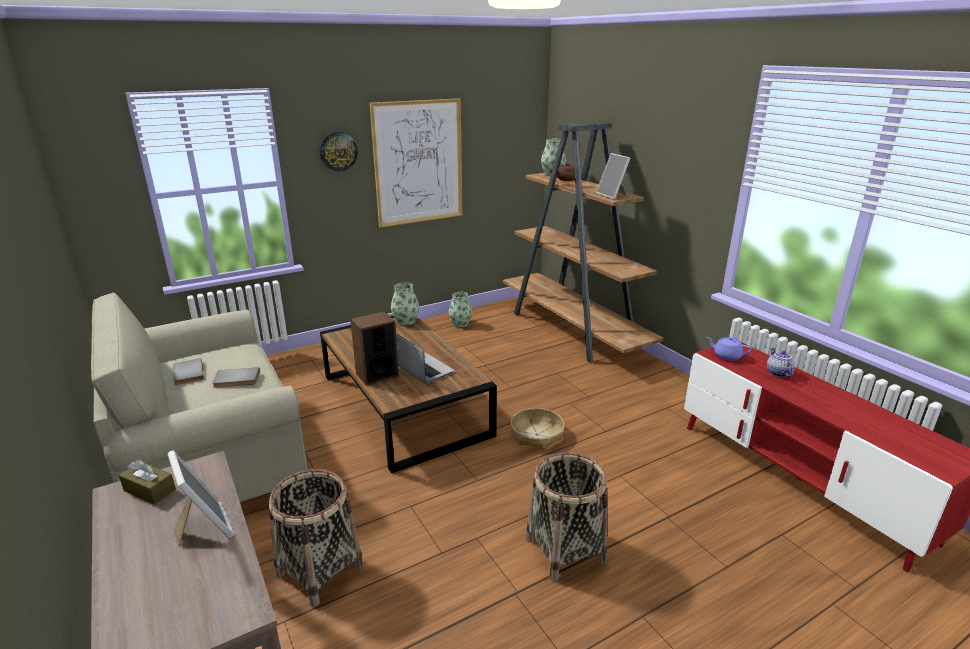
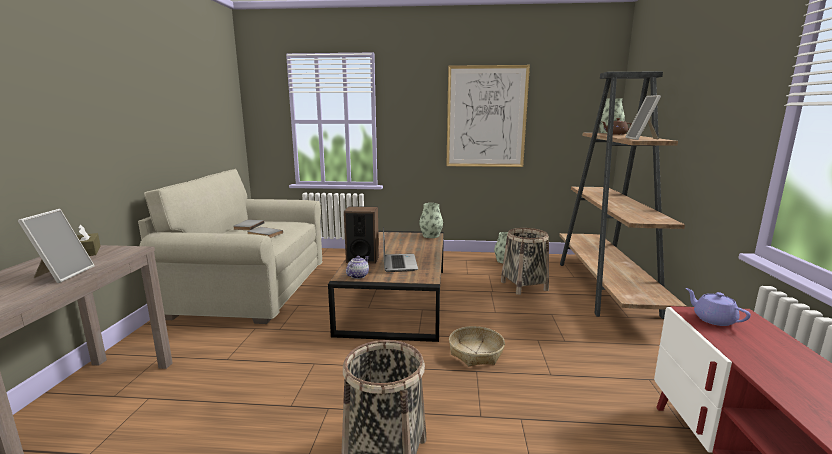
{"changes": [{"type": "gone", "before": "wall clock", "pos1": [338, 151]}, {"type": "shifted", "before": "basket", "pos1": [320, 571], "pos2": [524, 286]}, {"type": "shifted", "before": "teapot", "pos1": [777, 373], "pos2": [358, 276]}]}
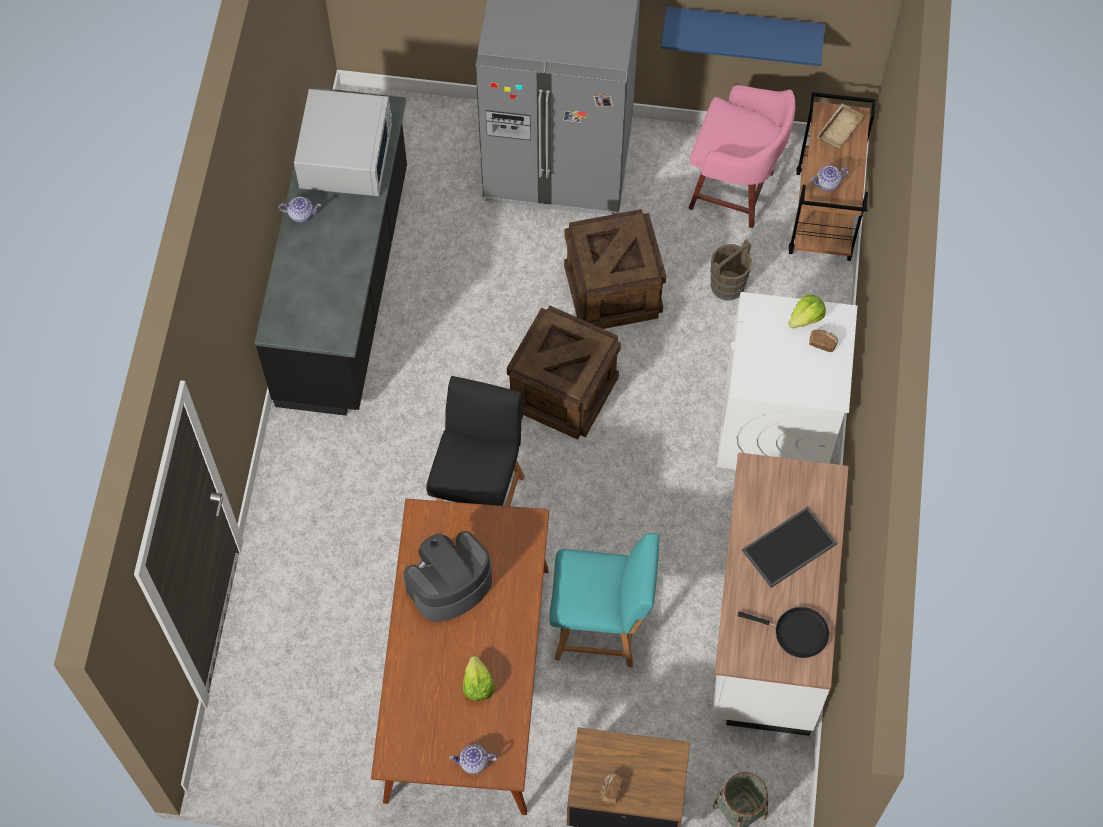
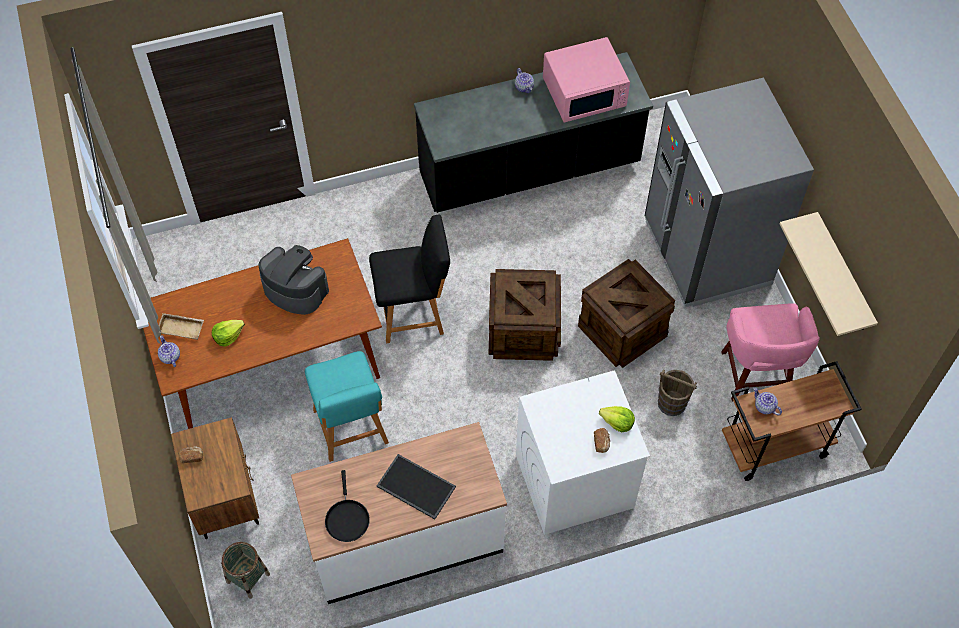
{"changes": [{"type": "shifted", "before": "beige tray", "pos1": [838, 128], "pos2": [182, 327]}, {"type": "repainted", "before": "white microwave", "after": "pink microwave", "pos1": [346, 155], "pos2": [585, 92]}, {"type": "repainted", "before": "blue shelf", "after": "beige shelf", "pos1": [743, 26], "pos2": [843, 275]}]}
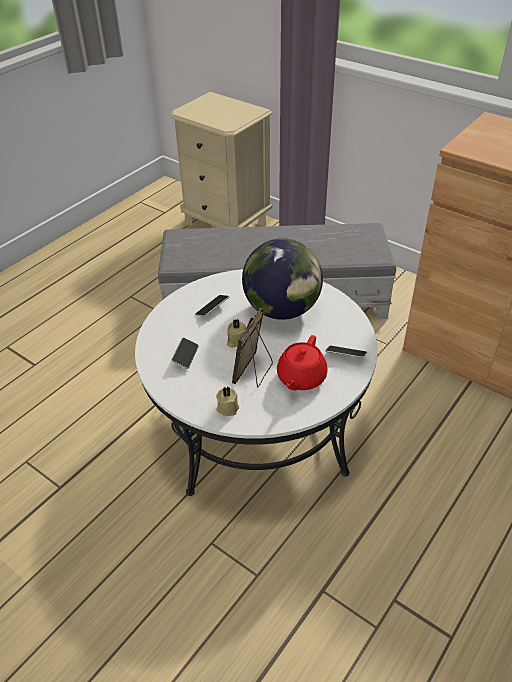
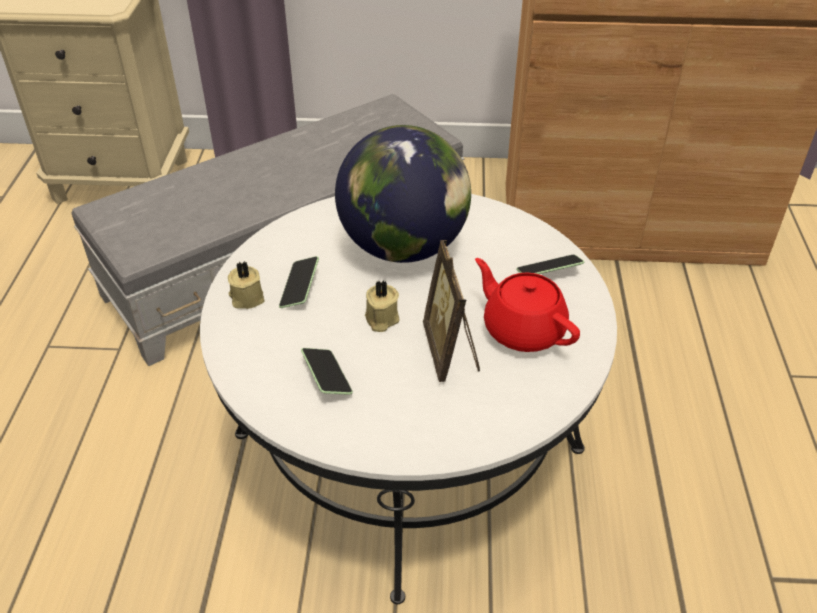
{"changes": [{"type": "shifted", "before": "beige candle", "pos1": [227, 407], "pos2": [246, 298]}, {"type": "rotated", "before": "red teapot", "pos1": [300, 378], "pos2": [522, 329], "turn": 150}]}
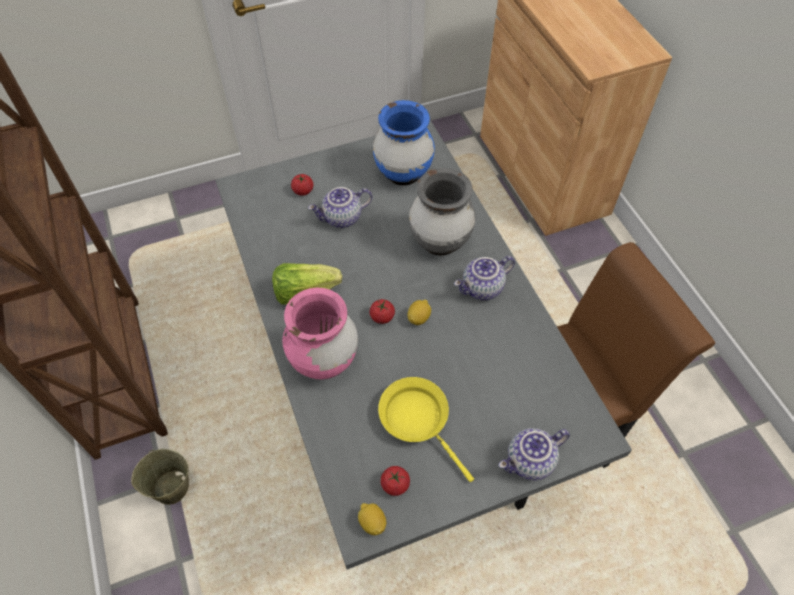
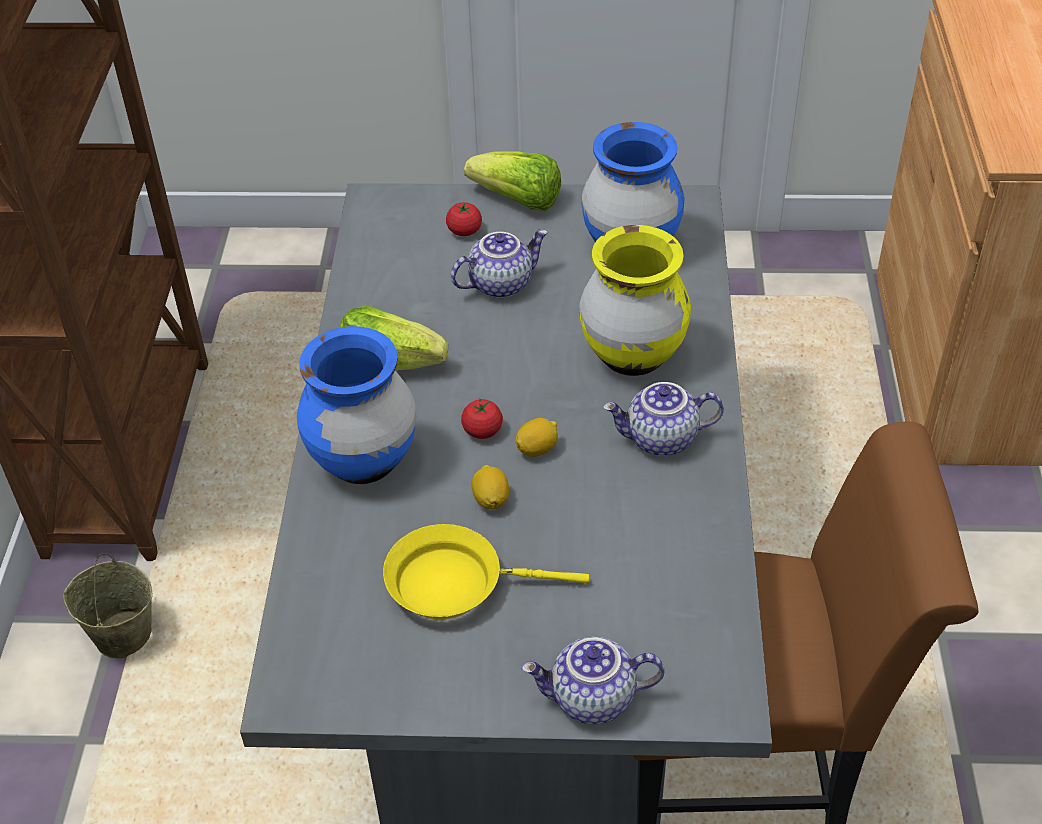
{"changes": [{"type": "gone", "before": "tomato", "pos1": [395, 484]}, {"type": "new", "after": "lettuce", "pos2": [517, 200]}, {"type": "shifted", "before": "lemon", "pos1": [372, 522], "pos2": [491, 499]}, {"type": "repainted", "before": "pink vase", "after": "blue vase", "pos1": [324, 361], "pos2": [363, 461]}, {"type": "repainted", "before": "grey vase", "after": "yellow vase", "pos1": [439, 241], "pos2": [632, 356]}, {"type": "rotated", "before": "teapot", "pos1": [342, 218], "pos2": [500, 283], "turn": 150}, {"type": "rotated", "before": "yellow frying pan", "pos1": [418, 419], "pos2": [455, 583], "turn": -75}]}
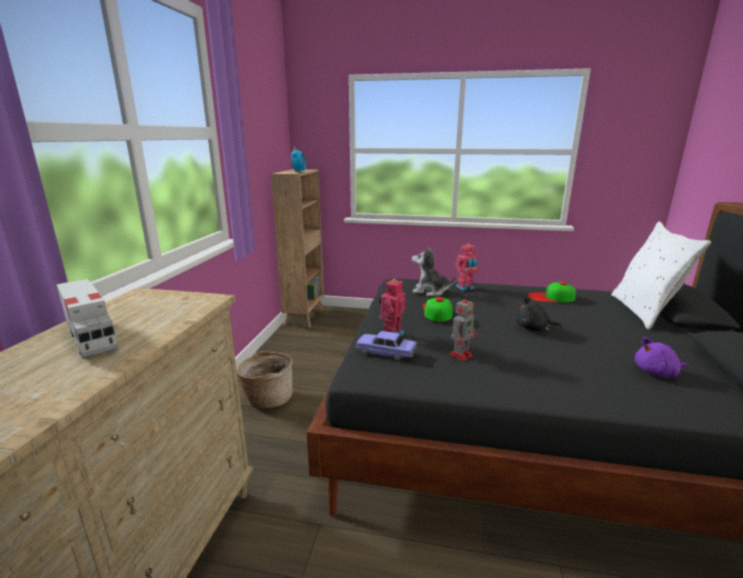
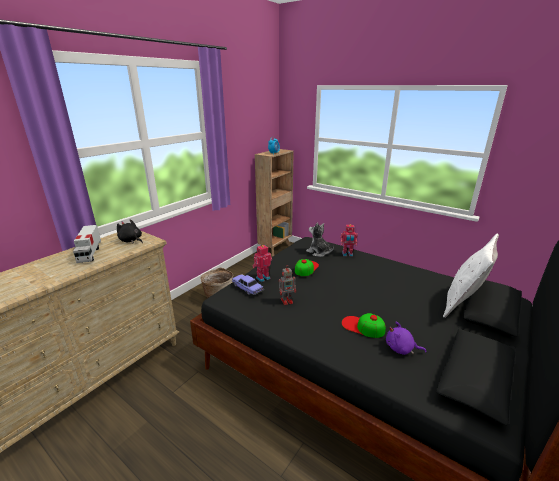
{"changes": [{"type": "shifted", "before": "black plush toy", "pos1": [533, 328], "pos2": [131, 240]}, {"type": "shifted", "before": "cap", "pos1": [551, 297], "pos2": [363, 327]}]}
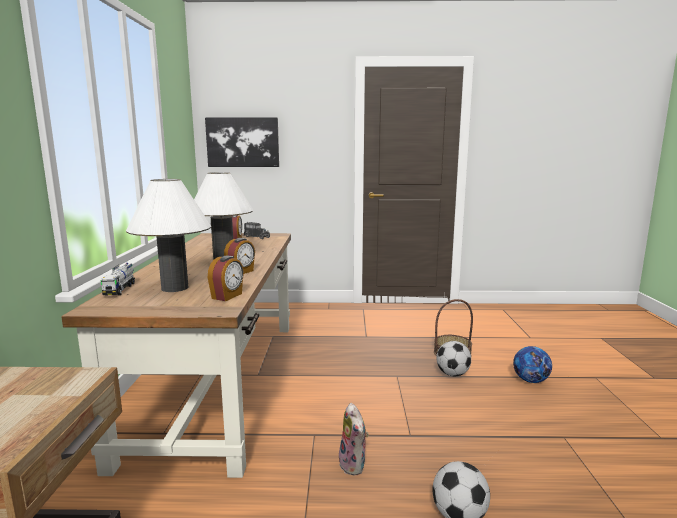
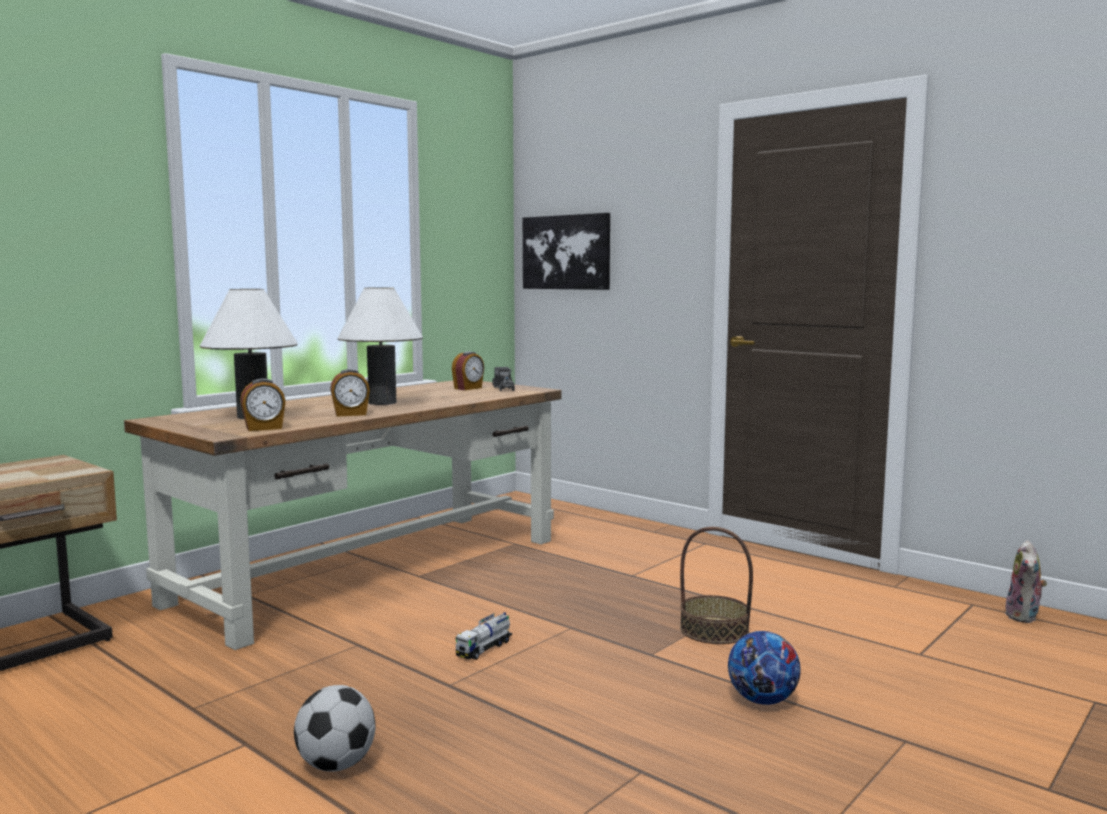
{"changes": [{"type": "gone", "before": "football", "pos1": [452, 374]}, {"type": "shifted", "before": "toy truck", "pos1": [120, 289], "pos2": [484, 648]}, {"type": "shifted", "before": "plush toy", "pos1": [354, 465], "pos2": [1024, 617]}]}
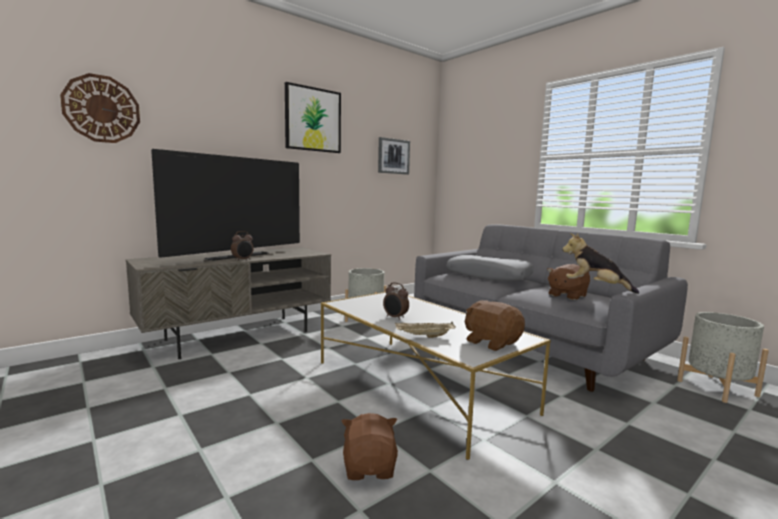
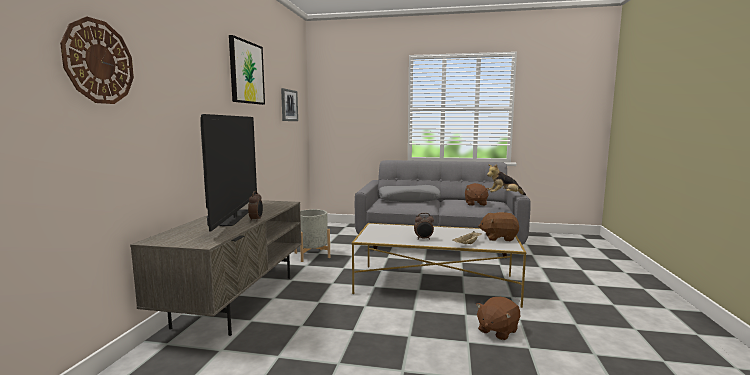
{"changes": [{"type": "gone", "before": "grey planter", "pos1": [717, 388]}, {"type": "rotated", "before": "brown plush toy", "pos1": [370, 467], "pos2": [497, 330], "turn": -90}]}
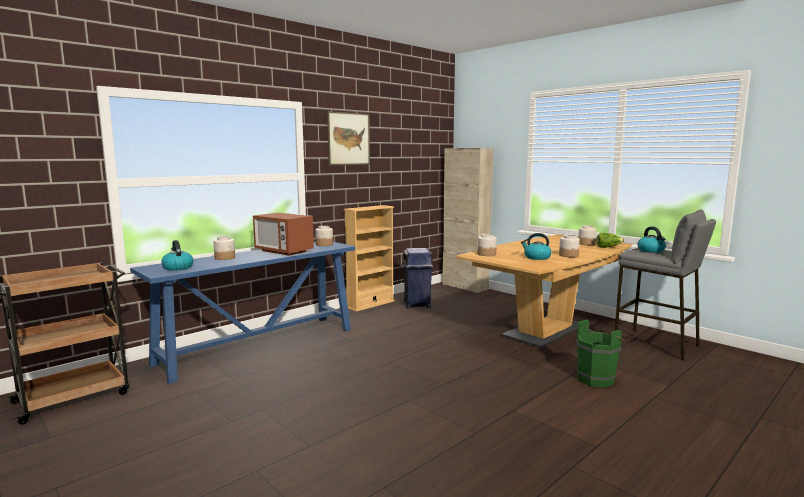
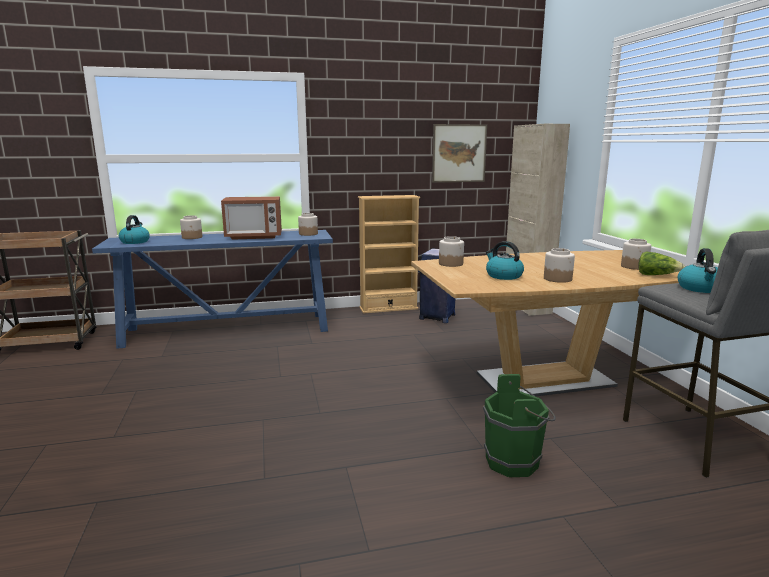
{"changes": [{"type": "shifted", "before": "picture", "pos1": [348, 139], "pos2": [459, 153]}, {"type": "rotated", "before": "microwave", "pos1": [283, 251], "pos2": [254, 237], "turn": -75}]}
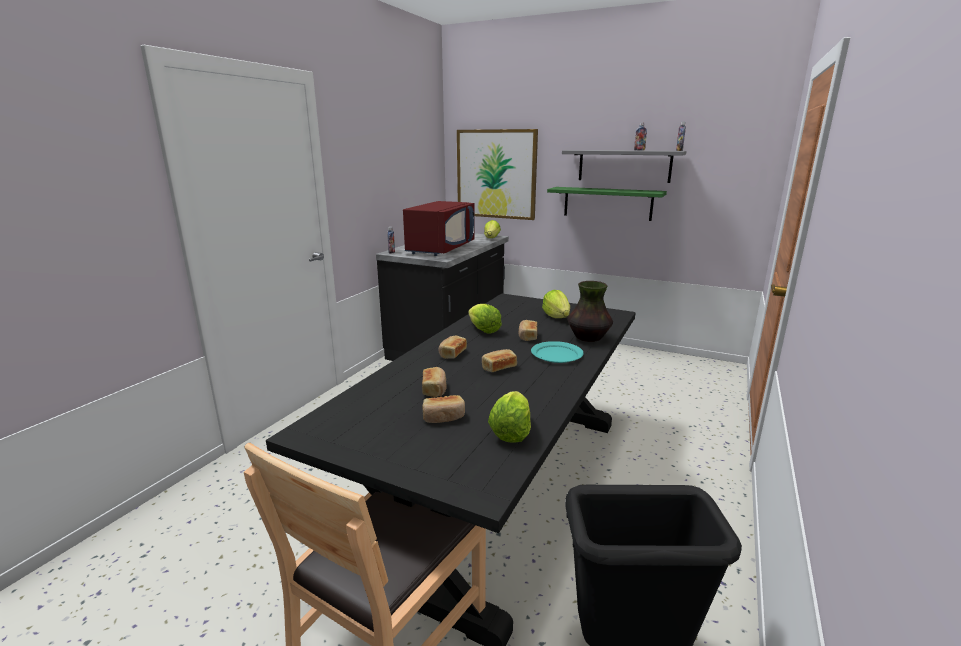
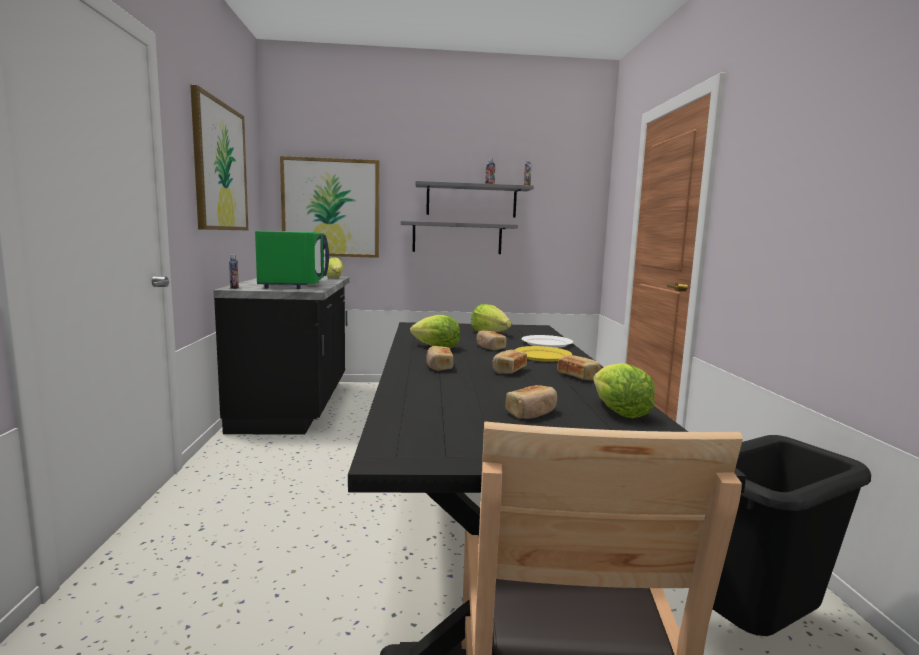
{"changes": [{"type": "new", "after": "picture", "pos2": [220, 167]}, {"type": "shifted", "before": "bread", "pos1": [434, 389], "pos2": [578, 376]}, {"type": "swapped", "before": "vase", "after": "white plate", "pos1": [588, 338], "pos2": [546, 343]}, {"type": "repainted", "before": "red microwave", "after": "green microwave", "pos1": [441, 249], "pos2": [293, 284]}, {"type": "repainted", "before": "turquoise plate", "after": "yellow plate", "pos1": [556, 354], "pos2": [542, 356]}, {"type": "repainted", "before": "green shelf", "after": "grey shelf", "pos1": [607, 203], "pos2": [457, 238]}]}
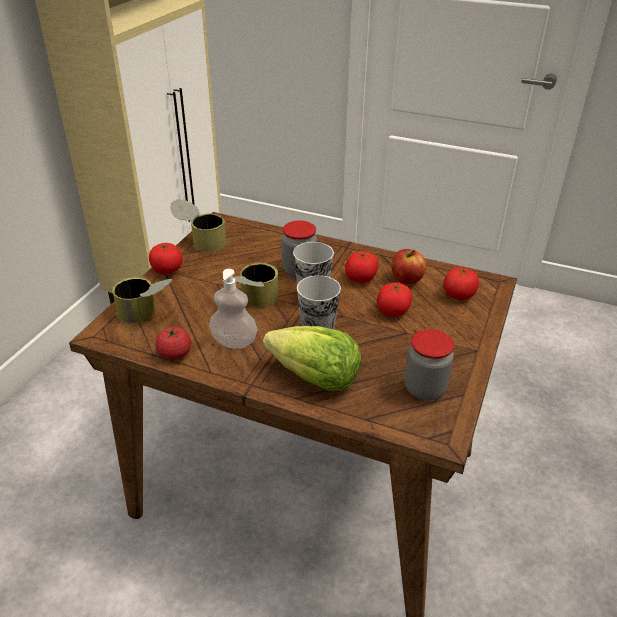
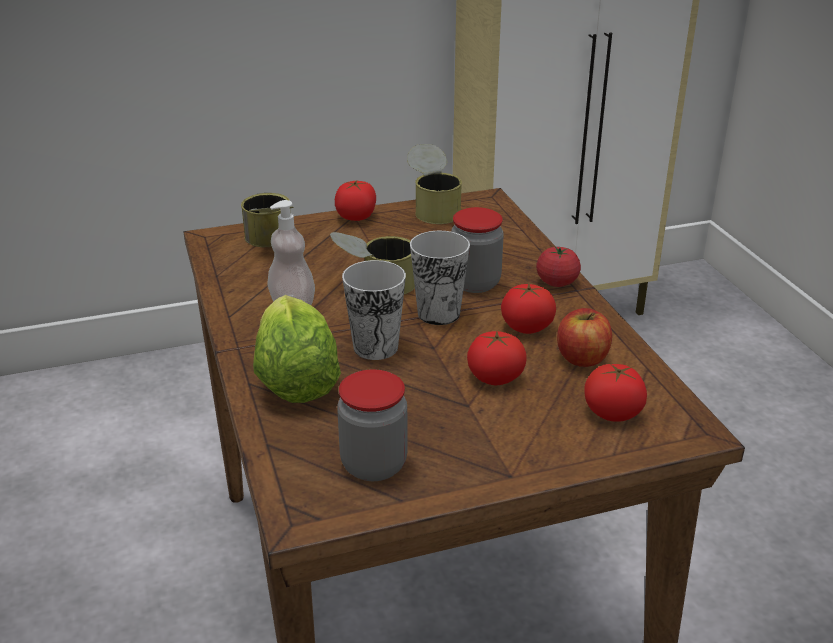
{"changes": [{"type": "shifted", "before": "tomato", "pos1": [175, 354], "pos2": [557, 282]}]}
